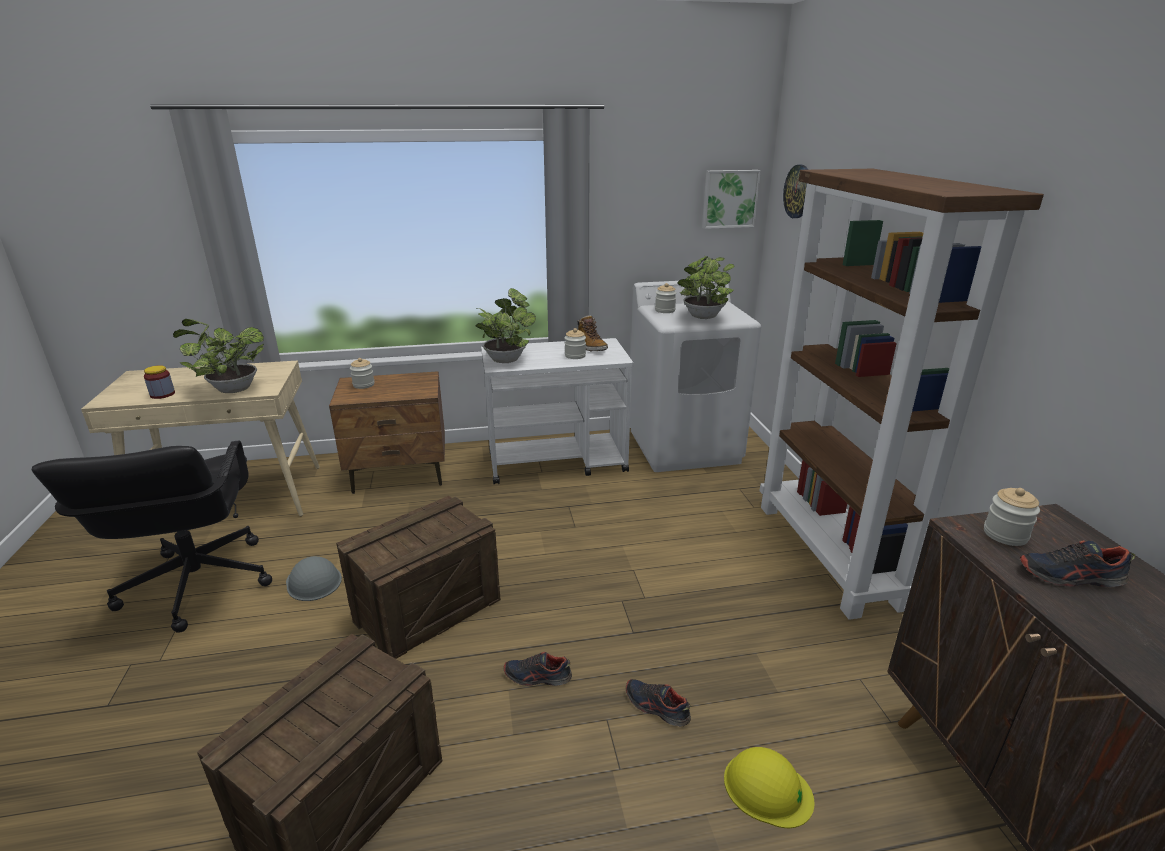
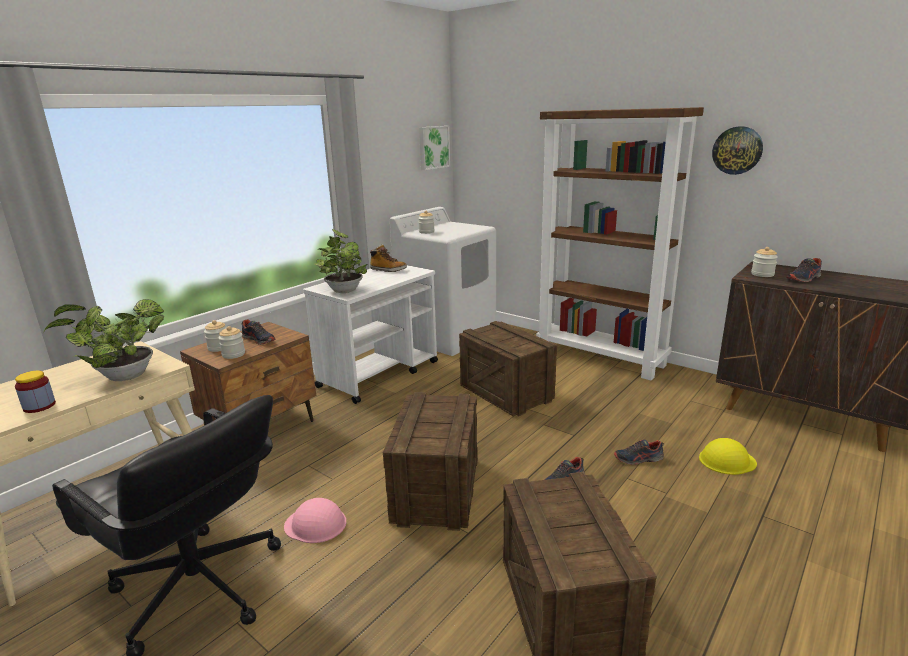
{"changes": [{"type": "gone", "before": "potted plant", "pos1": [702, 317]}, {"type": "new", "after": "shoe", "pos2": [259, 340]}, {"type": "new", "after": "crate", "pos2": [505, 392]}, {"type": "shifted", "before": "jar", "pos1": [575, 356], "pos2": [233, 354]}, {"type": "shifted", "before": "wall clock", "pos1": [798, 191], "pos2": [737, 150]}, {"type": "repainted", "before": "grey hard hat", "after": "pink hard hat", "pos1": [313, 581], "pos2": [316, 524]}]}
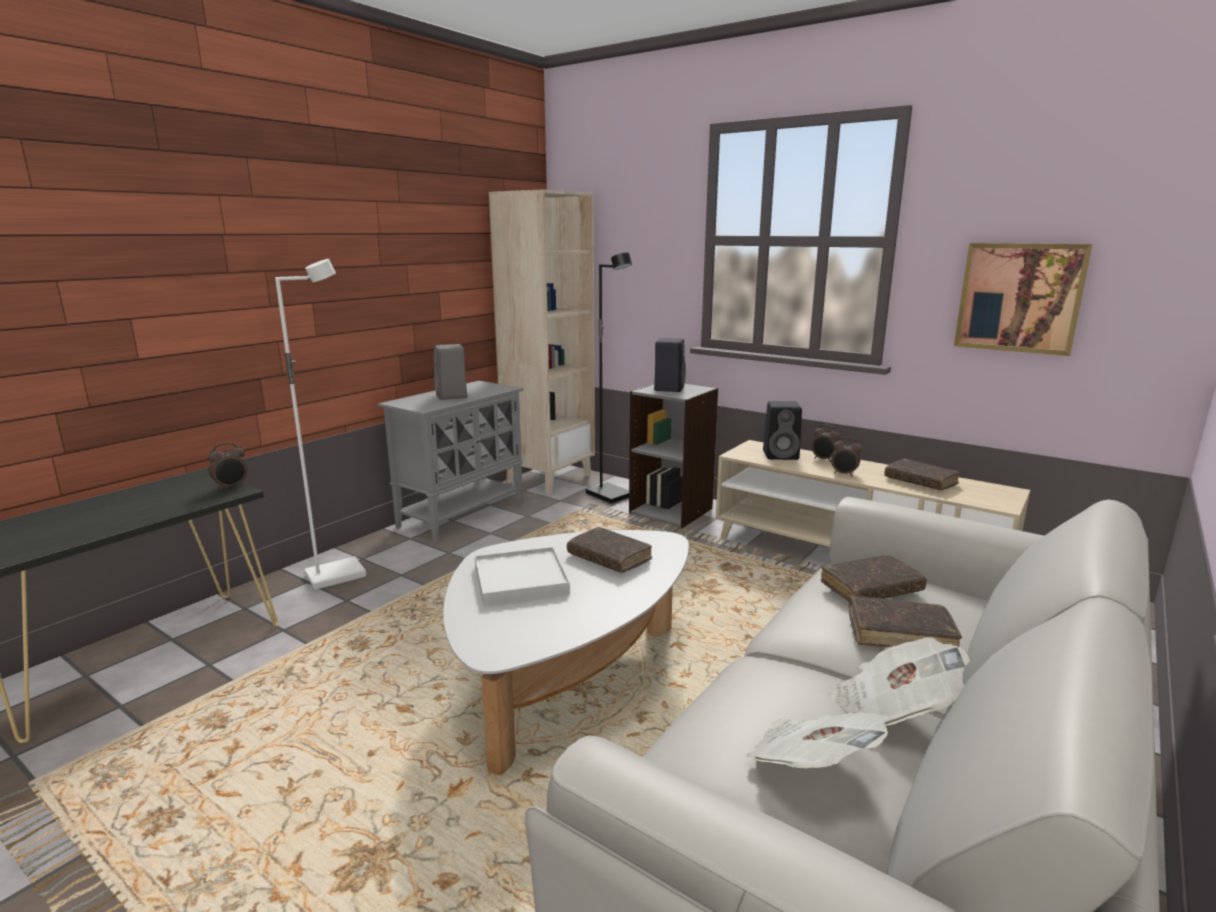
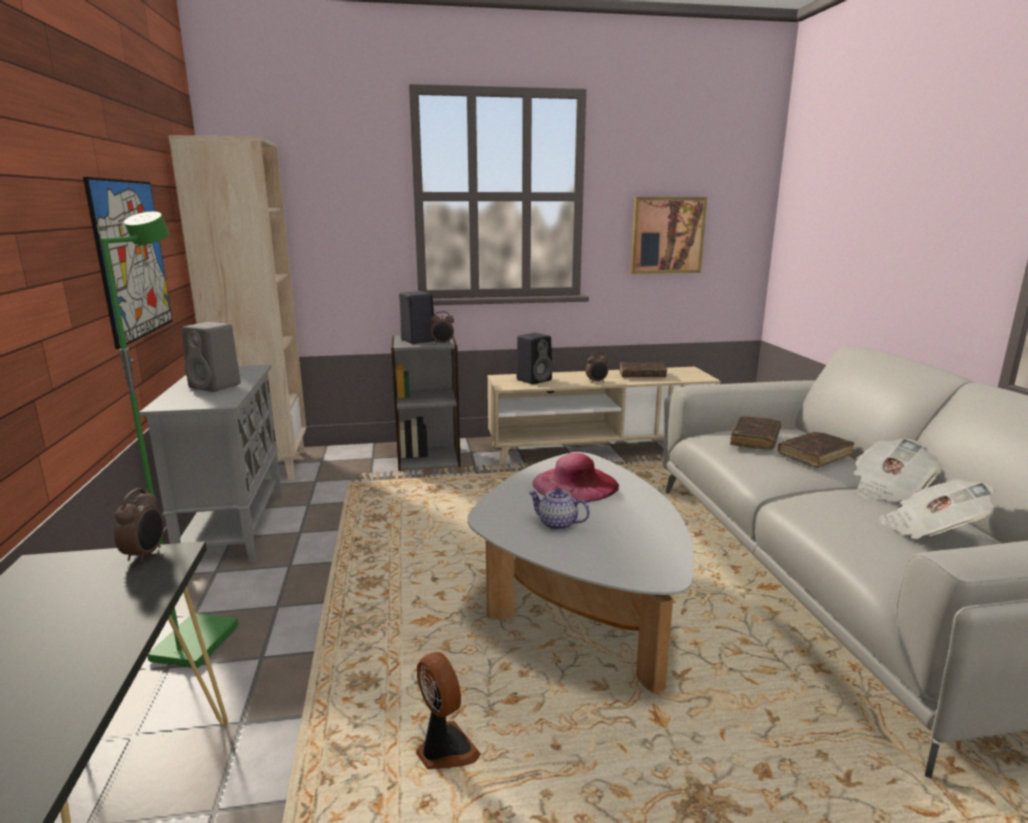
{"changes": [{"type": "gone", "before": "black floor lamp", "pos1": [610, 495]}, {"type": "new", "after": "picture", "pos2": [132, 259]}, {"type": "new", "after": "fan", "pos2": [444, 750]}, {"type": "shifted", "before": "alarm clock", "pos1": [823, 459], "pos2": [442, 344]}, {"type": "swapped", "before": "white tray", "after": "teapot", "pos1": [520, 580], "pos2": [557, 524]}, {"type": "swapped", "before": "brown book", "after": "pink hat", "pos1": [609, 558], "pos2": [575, 484]}, {"type": "repainted", "before": "white floor lamp", "after": "green floor lamp", "pos1": [336, 575], "pos2": [194, 643]}]}
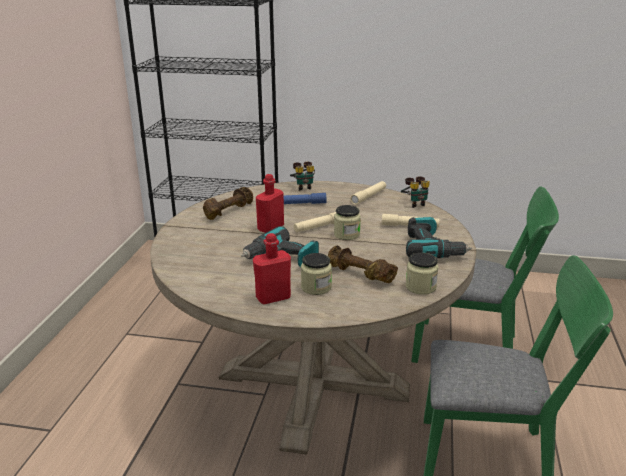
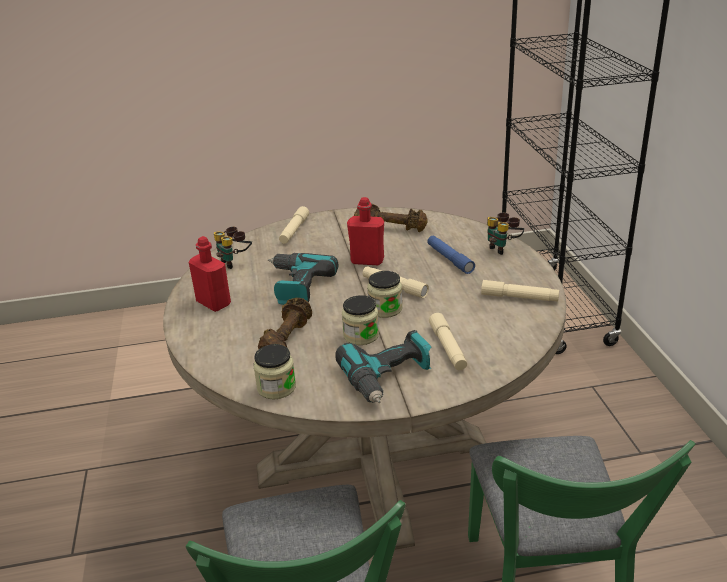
{"changes": [{"type": "new", "after": "beige flashlight", "pos2": [294, 230]}, {"type": "shifted", "before": "jar", "pos1": [316, 287], "pos2": [361, 335]}, {"type": "shifted", "before": "binoculars", "pos1": [415, 203], "pos2": [235, 262]}]}
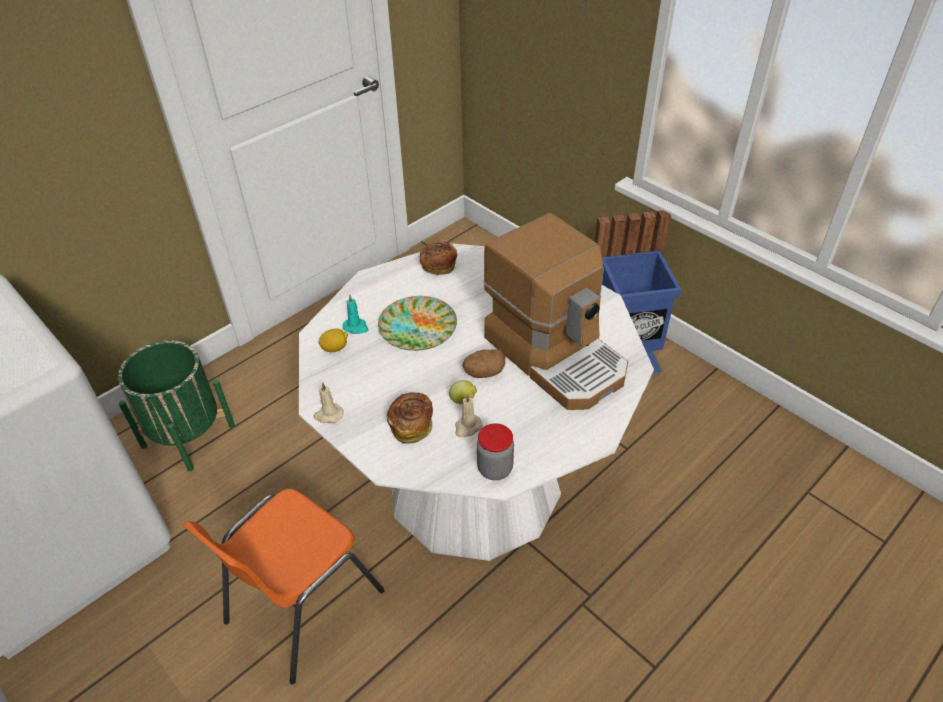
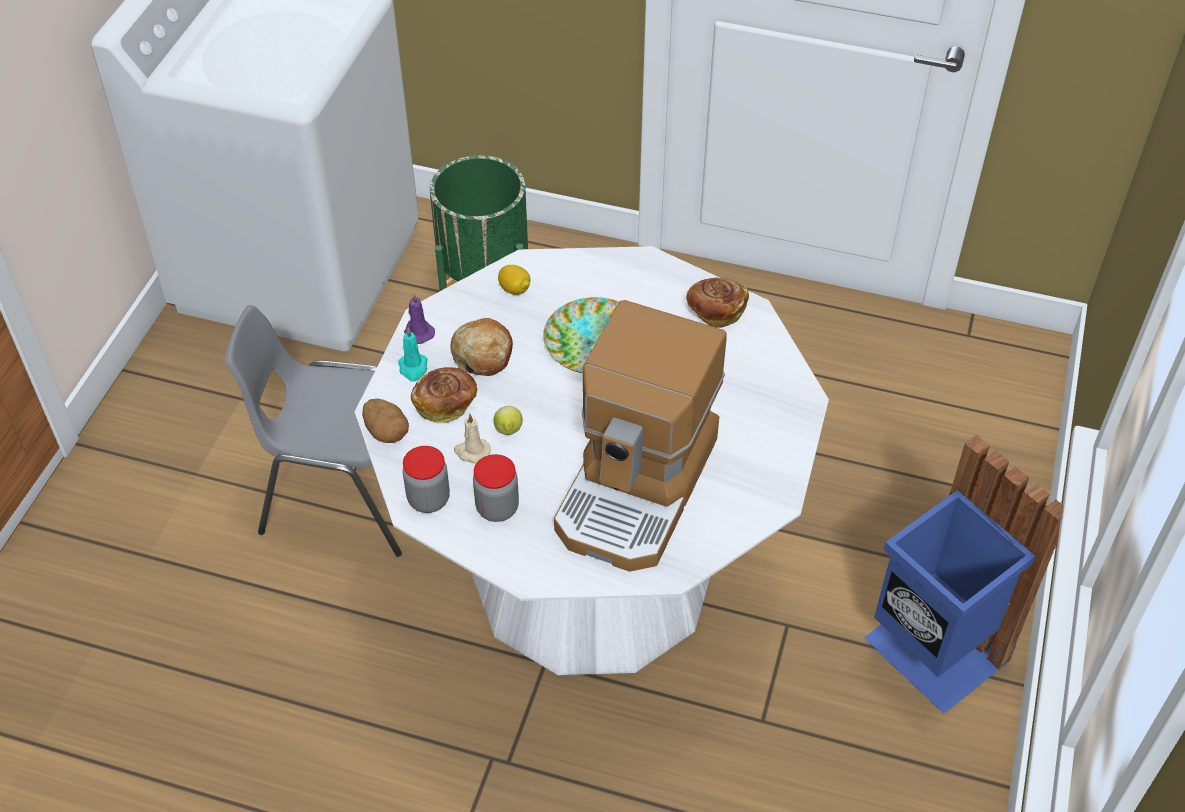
{"changes": [{"type": "new", "after": "bread", "pos2": [483, 354]}, {"type": "new", "after": "jar", "pos2": [497, 508]}, {"type": "shifted", "before": "turquoise candle", "pos1": [356, 327], "pos2": [413, 368]}, {"type": "shifted", "before": "potato", "pos1": [484, 373], "pos2": [386, 431]}, {"type": "repainted", "before": "orange chair", "after": "grey chair", "pos1": [302, 606], "pos2": [343, 495]}, {"type": "repainted", "before": "beige candle", "after": "purple candle", "pos1": [328, 415], "pos2": [418, 332]}]}
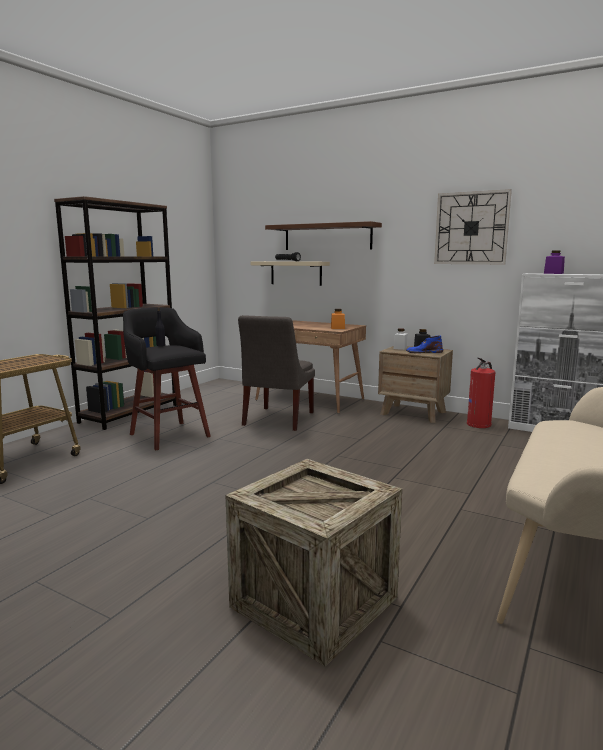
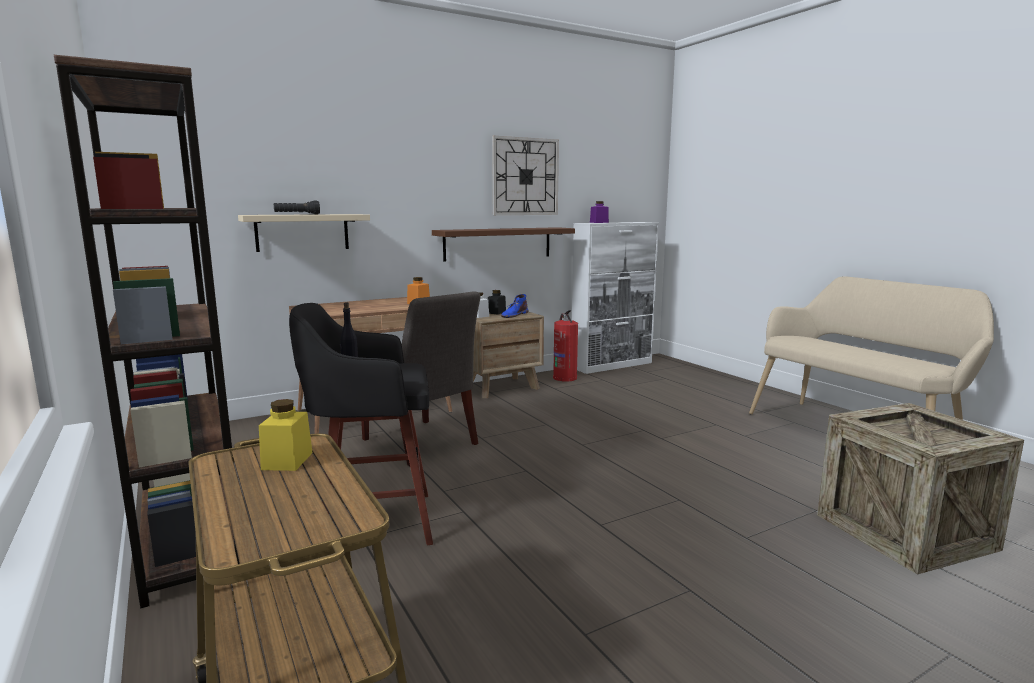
{"changes": [{"type": "new", "after": "yellow jar", "pos2": [287, 461]}, {"type": "shifted", "before": "brown shelf", "pos1": [327, 237], "pos2": [498, 243]}]}
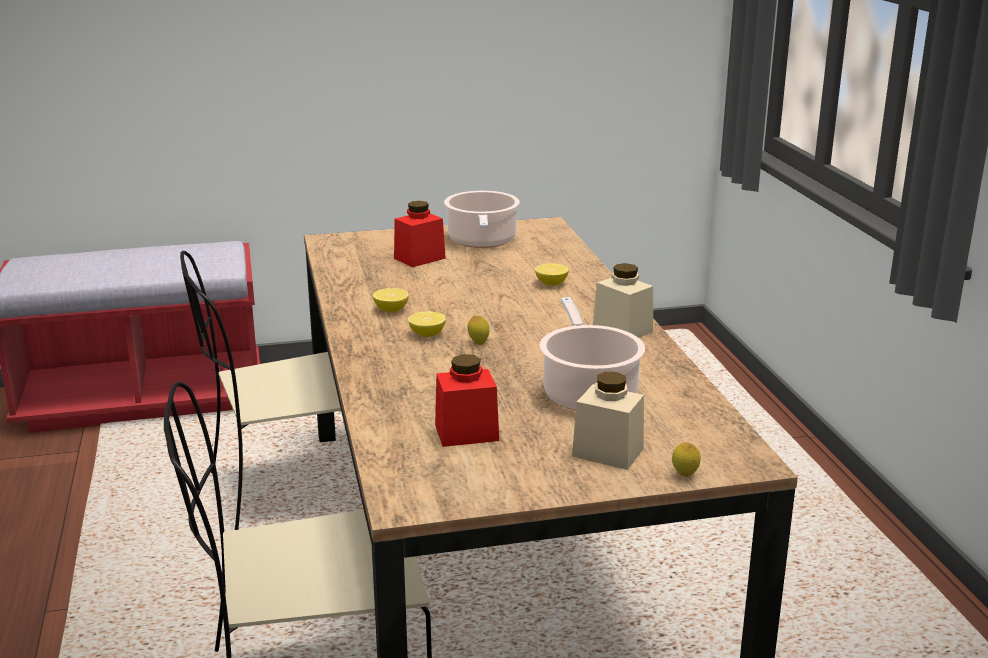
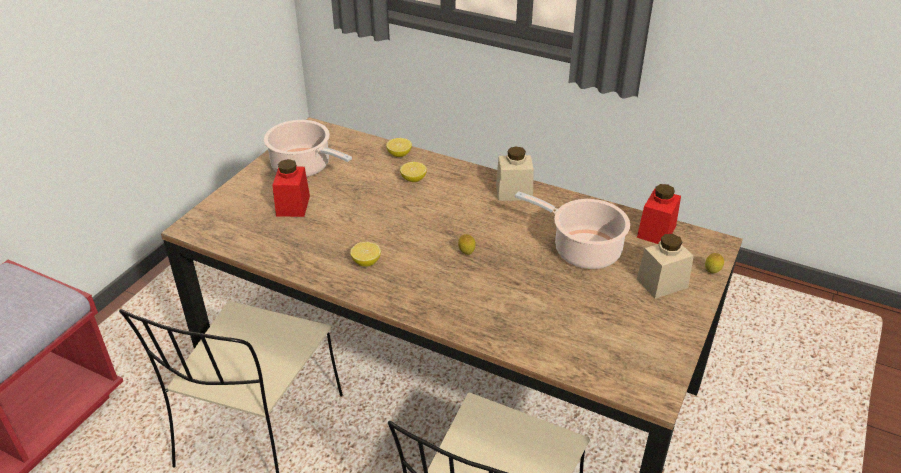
{"changes": [{"type": "shifted", "before": "lemon", "pos1": [427, 334], "pos2": [399, 154]}, {"type": "shifted", "before": "red jar", "pos1": [466, 433], "pos2": [656, 231]}]}
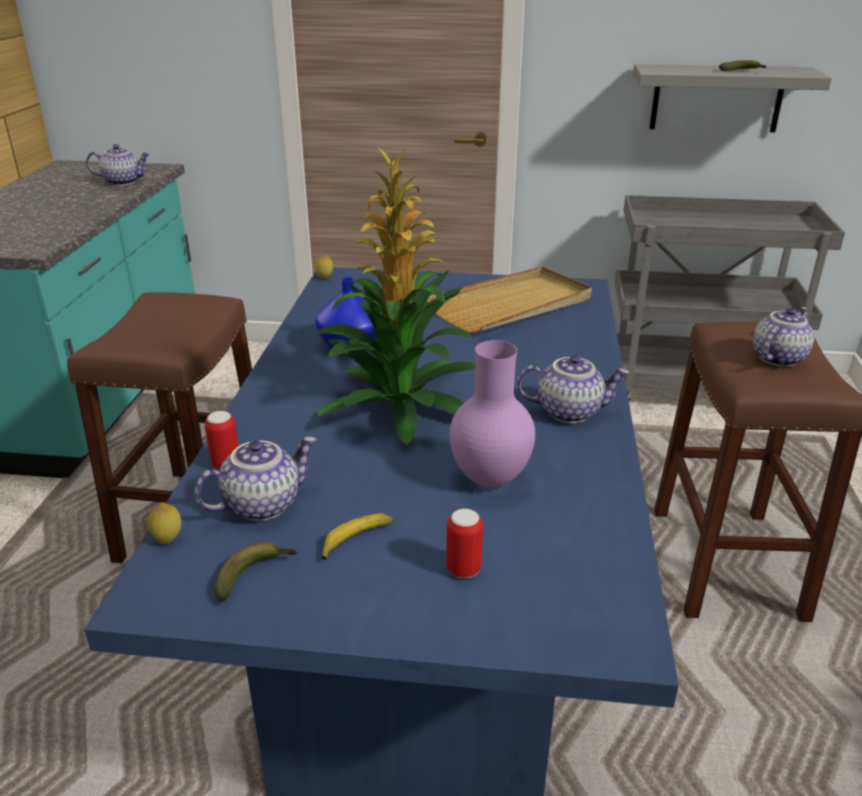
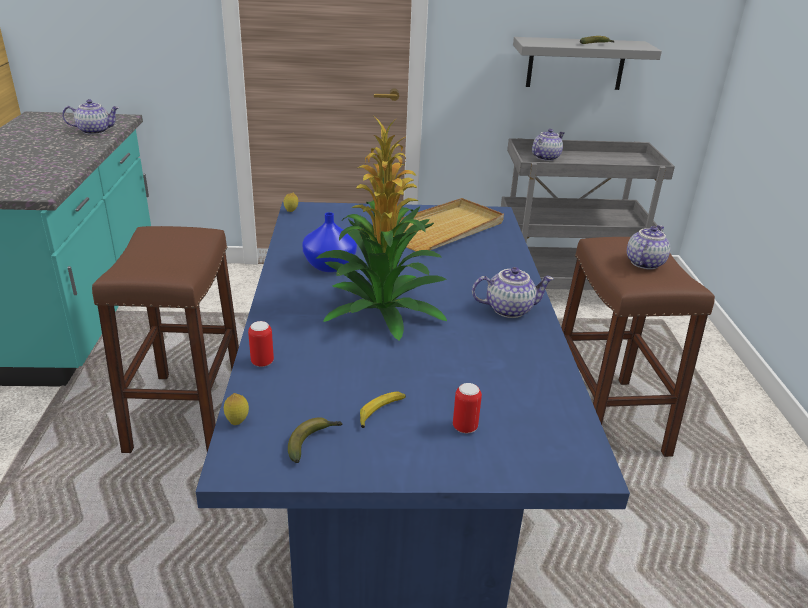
{"changes": [{"type": "gone", "before": "purple vase", "pos1": [492, 479]}, {"type": "shifted", "before": "teapot", "pos1": [262, 504], "pos2": [545, 157]}]}
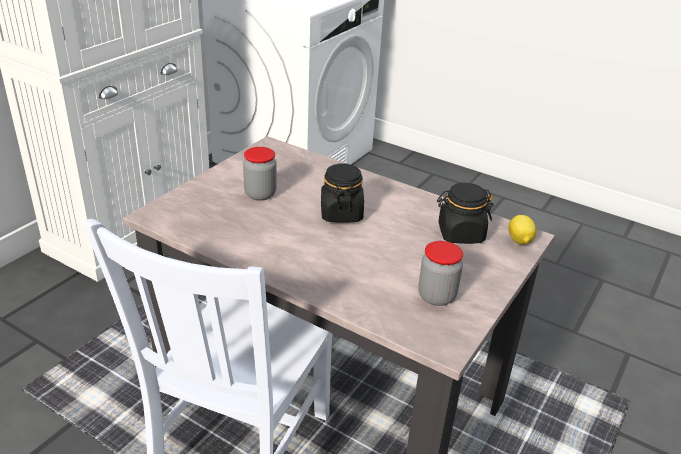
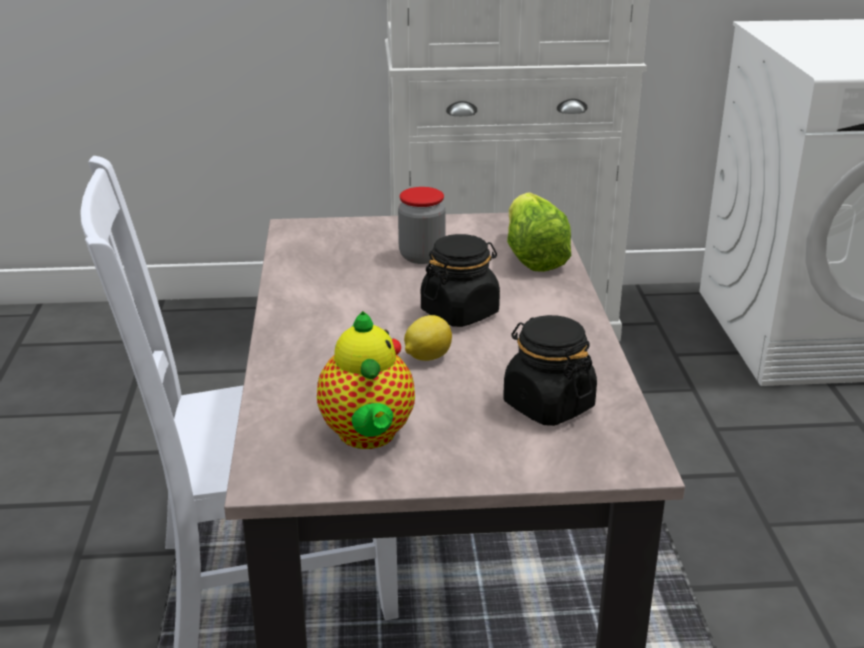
{"changes": [{"type": "new", "after": "lettuce", "pos2": [533, 256]}, {"type": "shifted", "before": "lemon", "pos1": [519, 241], "pos2": [426, 357]}, {"type": "swapped", "before": "jar", "after": "teapot", "pos1": [436, 296], "pos2": [368, 436]}]}
